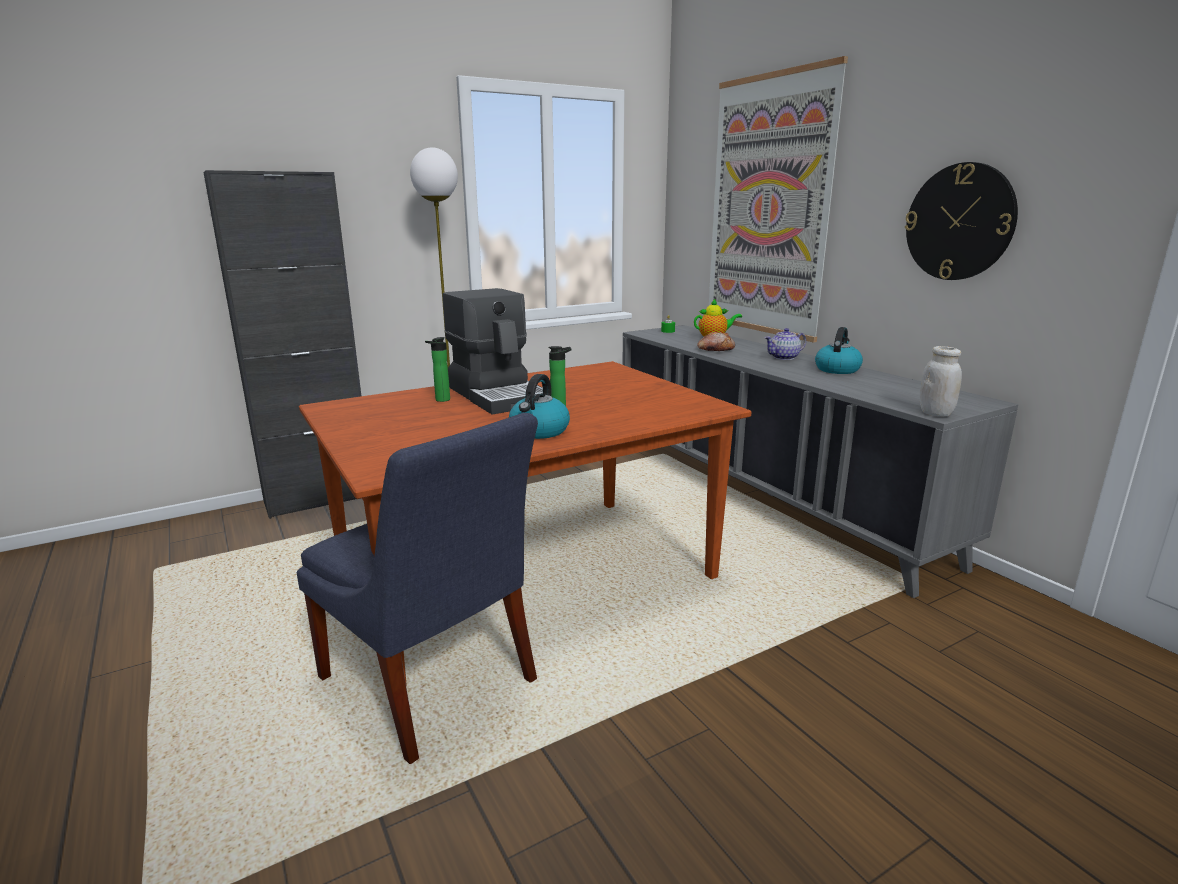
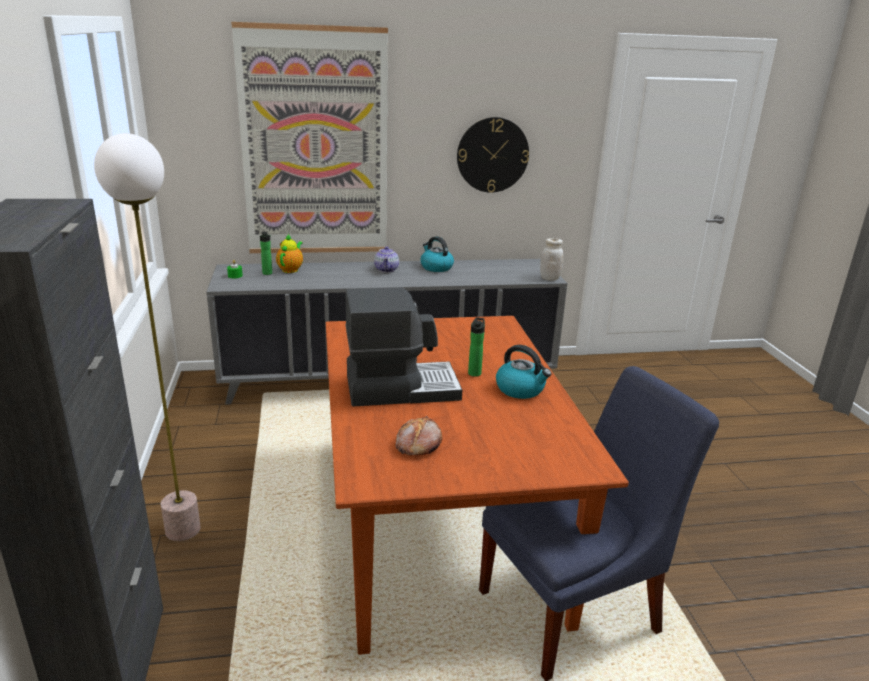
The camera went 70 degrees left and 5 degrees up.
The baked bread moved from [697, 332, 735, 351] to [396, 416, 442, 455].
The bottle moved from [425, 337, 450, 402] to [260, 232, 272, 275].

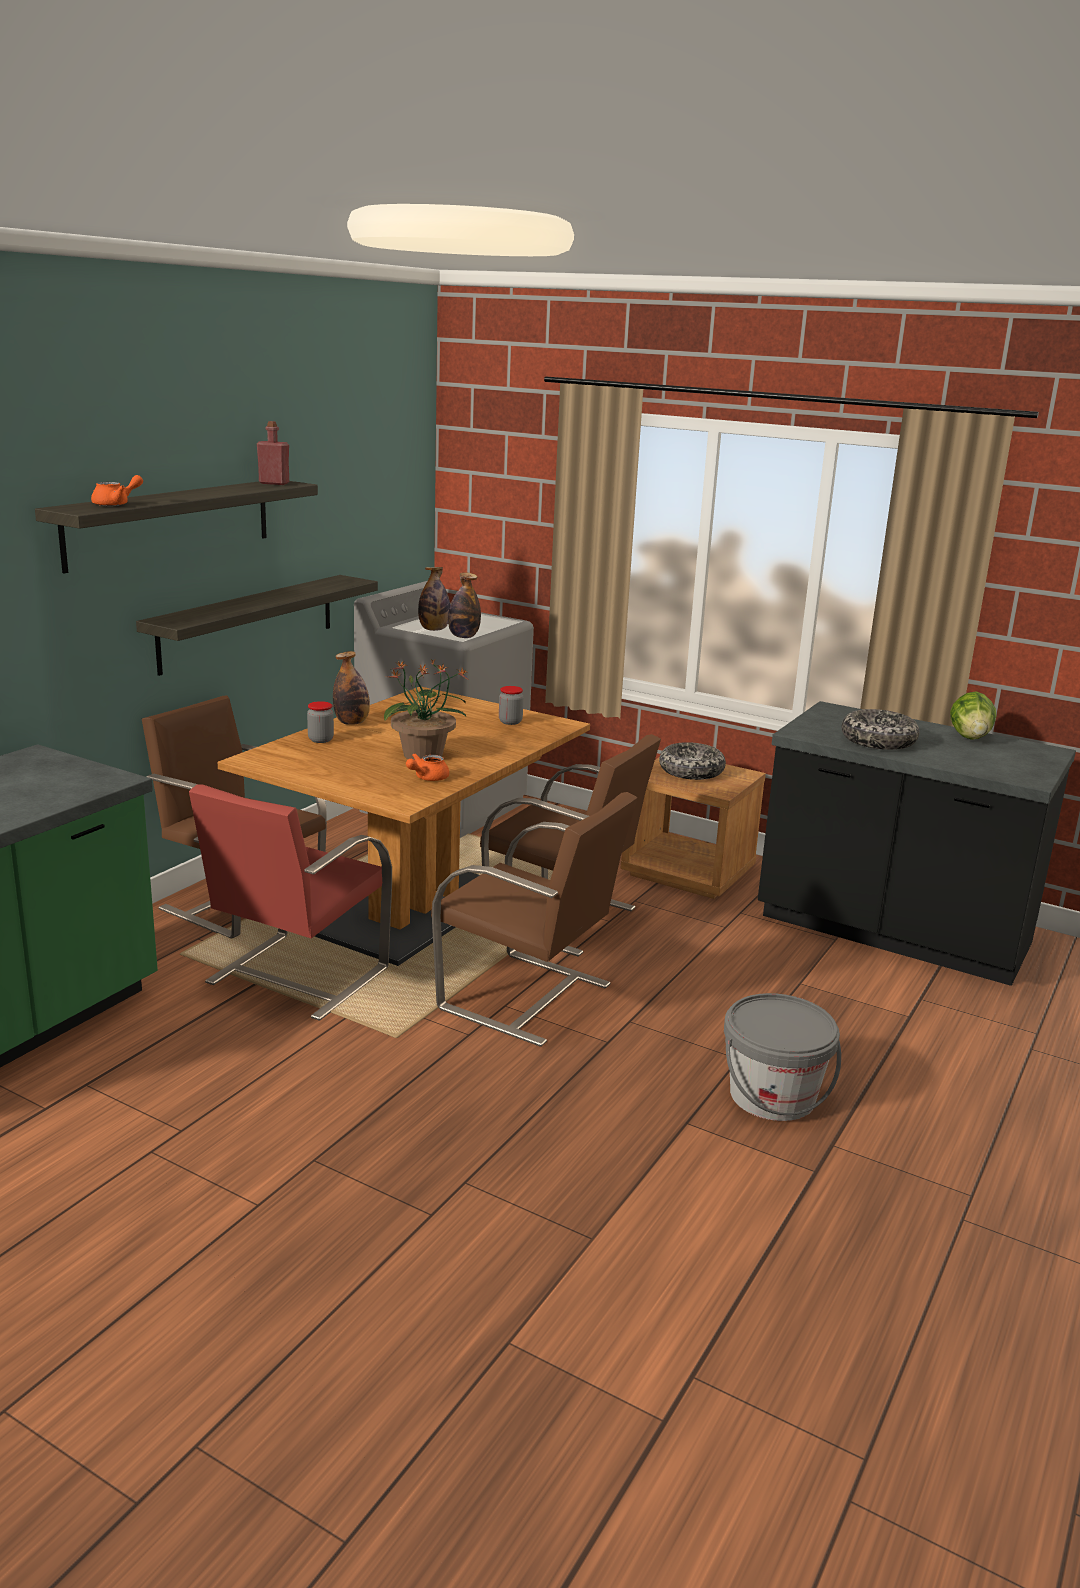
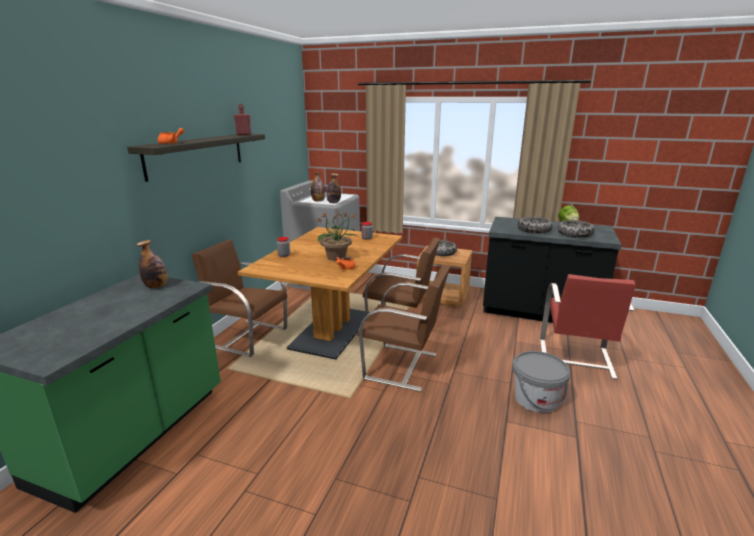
The camera went 10 degrees left and 0 degrees up.
The wall shelf at [136, 575, 378, 676] disappeared.
The bottle moved from [333, 651, 370, 725] to [136, 240, 167, 288].
The plain chair (reddish) moved from [189, 784, 392, 1021] to [540, 274, 636, 380].
The serving bowl at [557, 220, 595, 238] appeared.

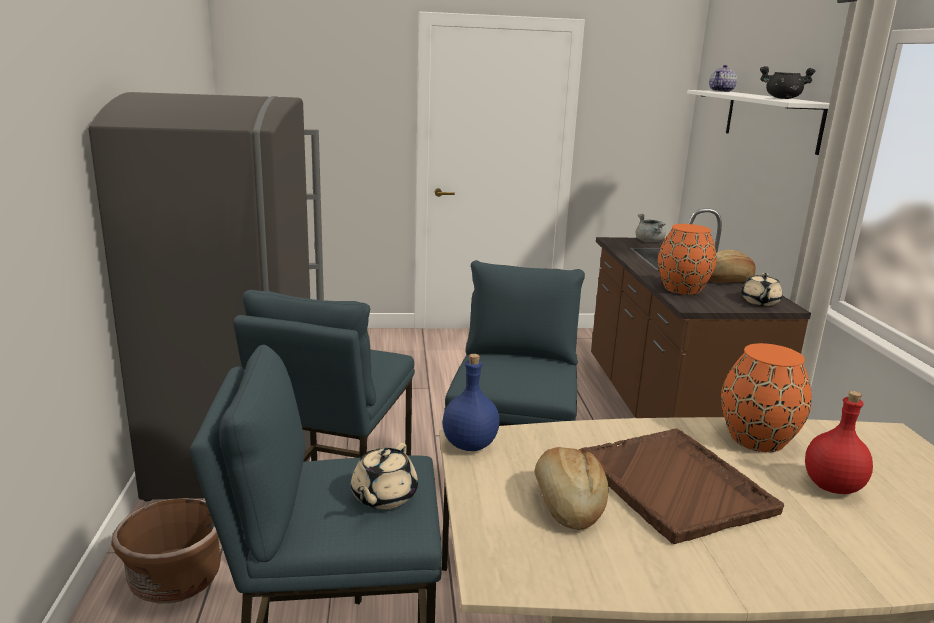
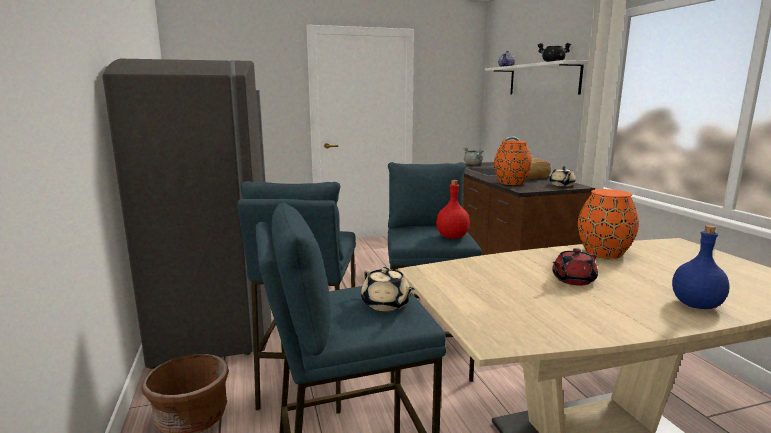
The camera went 10 degrees left and 5 degrees down.
The bottle (bluish) moved from [443, 354, 500, 451] to [672, 225, 730, 309].
The bottle (reddish) moved from [805, 391, 873, 494] to [436, 180, 470, 239].
The tray (brownish) at [579, 428, 784, 544] was replaced by the tea pot (reddish) at [552, 248, 598, 286].
The tea pot (beige) at [351, 443, 418, 509] turned 45 degrees counterclockwise.
The baked bread at [535, 447, 608, 530] disappeared.

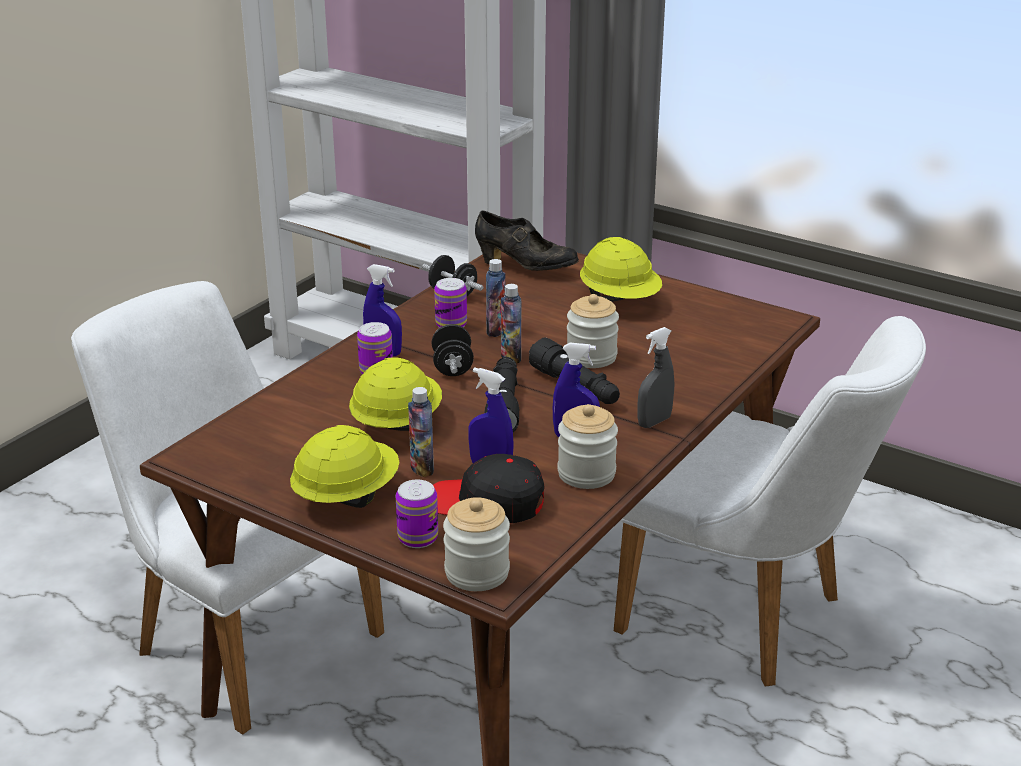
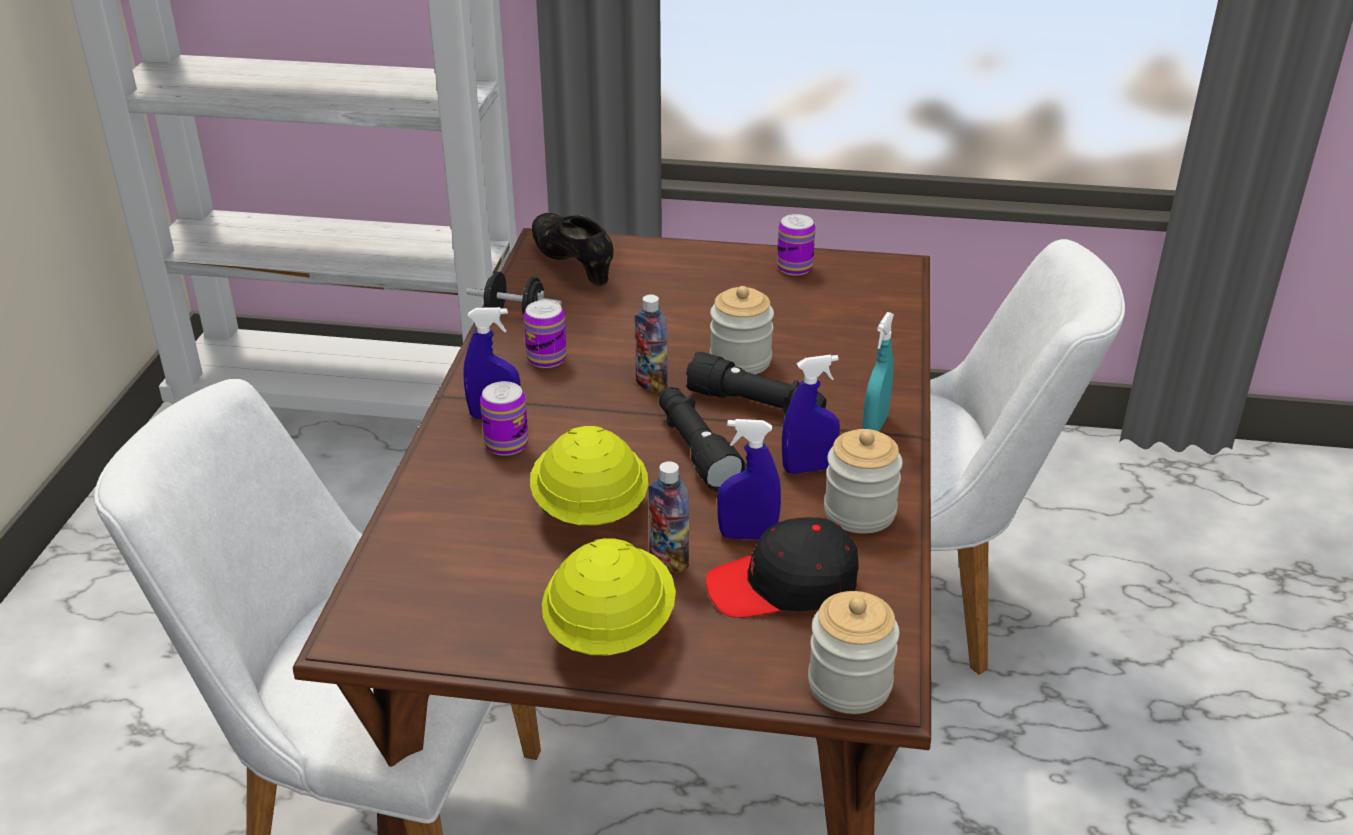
The camera went 25 degrees left and 5 degrees up.
The shoe (blackish) at [475, 211, 579, 271] turned 120 degrees counterclockwise.
The work helmet (yellow-coloured) at [580, 237, 662, 302] disappeared.
The bottle at [486, 259, 505, 337] disappeared.
The dumbbell (blackish) at [432, 324, 474, 376] disappeared.
The sprayer (gray) at [638, 327, 674, 428] became the sprayer (turquoise-coloured) at [863, 312, 894, 432].
The metal can moved from [396, 479, 438, 548] to [777, 214, 816, 275].

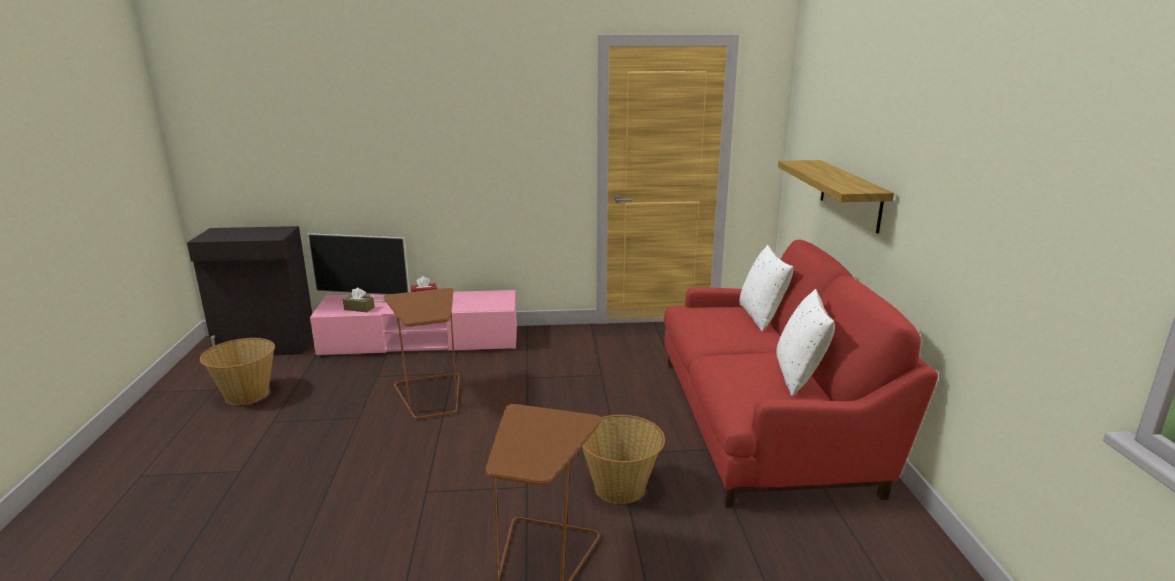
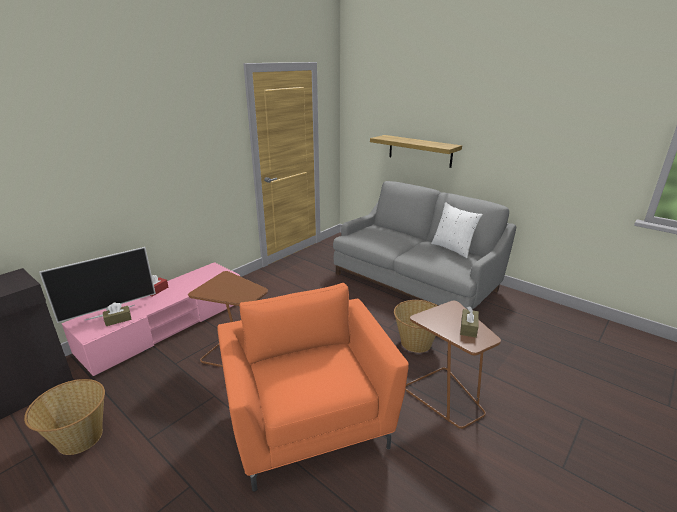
The camera went 45 degrees left and 5 degrees up.
The settee (reddish) at [664, 240, 938, 508] became the settee (gray) at [333, 181, 516, 310].
The pillow (whitish) at [739, 245, 793, 331] disappeared.
The armchair (orange) at [217, 283, 409, 492] appeared.
The tissue holder (brownish) at [460, 307, 479, 338] appeared.

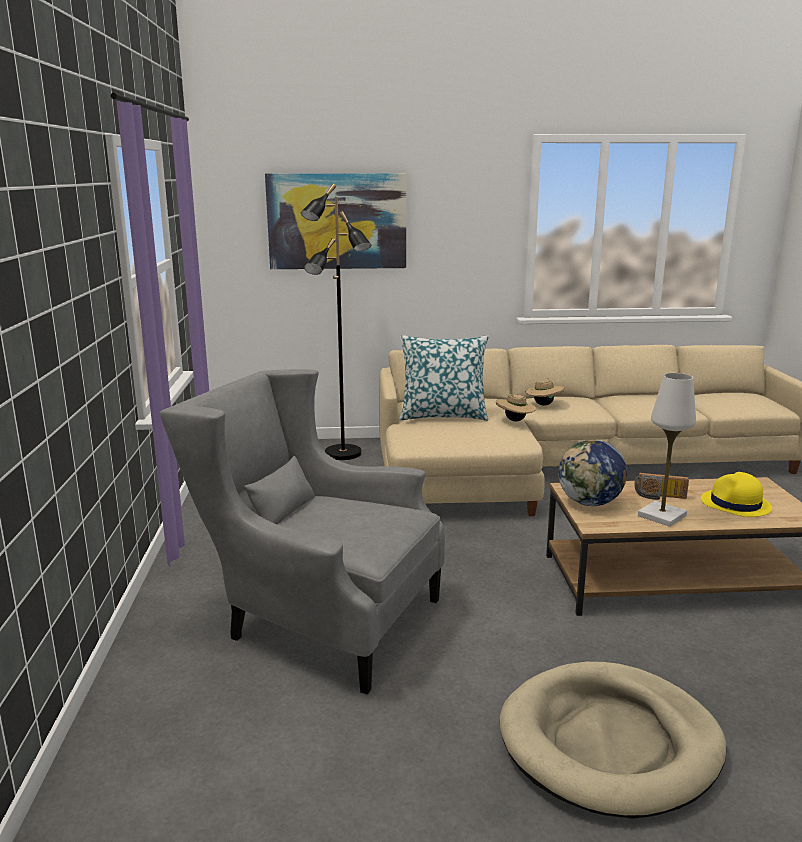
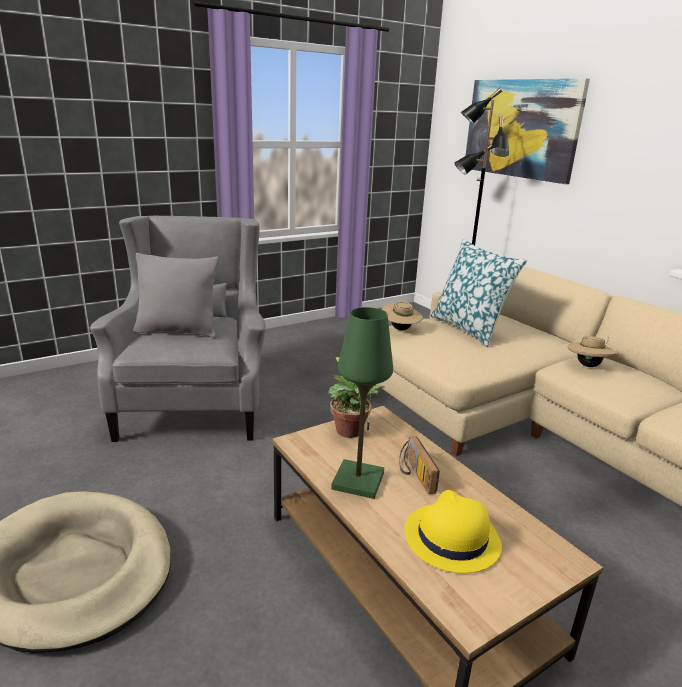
The camera went 60 degrees right and 5 degrees up.
The lamp for a table (whitish) at [638, 373, 696, 527] became the lamp for a table (green) at [331, 307, 393, 499].
The clothing hat (beige) moved from [496, 394, 536, 421] to [381, 301, 423, 330].
The desk globe at [558, 440, 627, 506] was replaced by the potted plant at [328, 357, 385, 438].
The pillow (gray) at [133, 253, 219, 338] appeared.

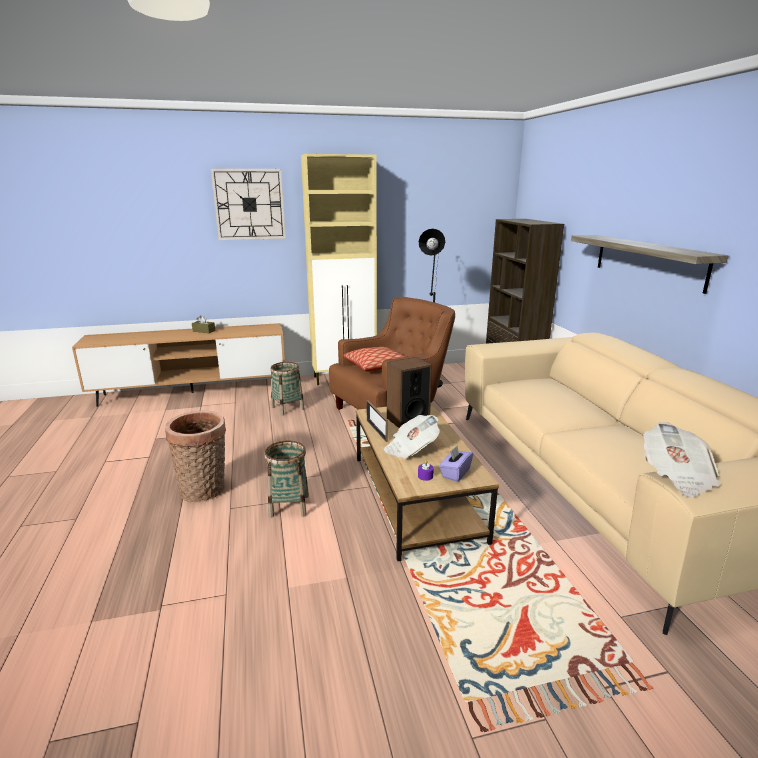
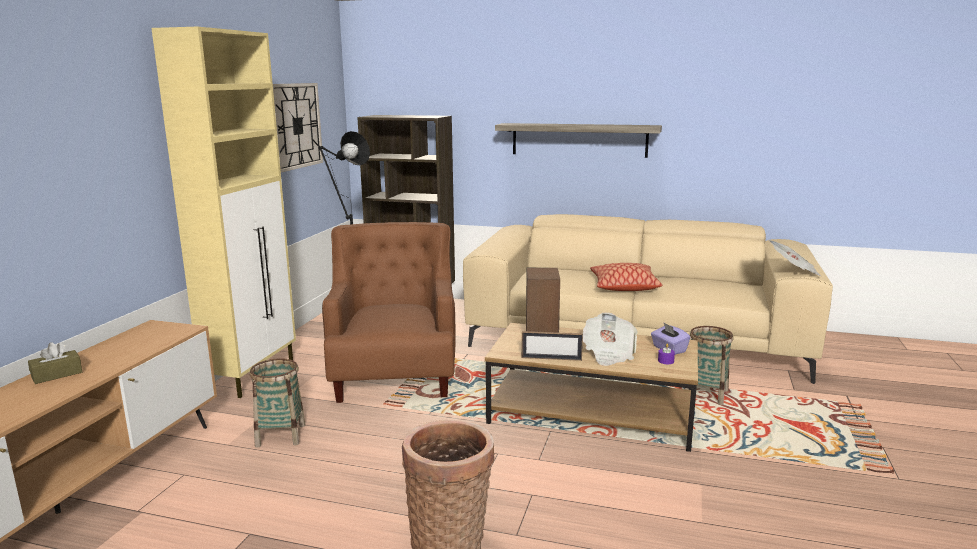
The camera went 60 degrees left and 5 degrees down.
The wall clock moved from [211, 169, 286, 240] to [273, 83, 323, 172].
The pillow moved from [344, 347, 405, 372] to [590, 263, 662, 291].
The storage basket moved from [264, 441, 309, 518] to [685, 326, 733, 405].

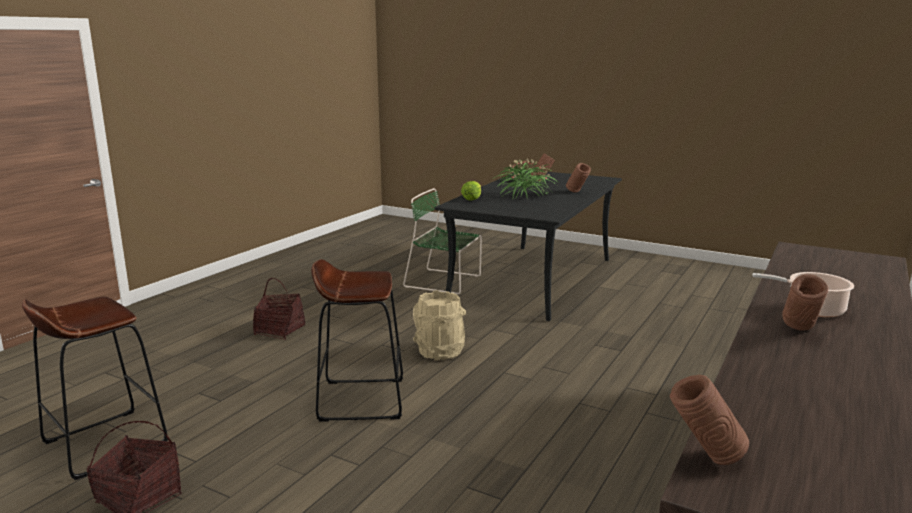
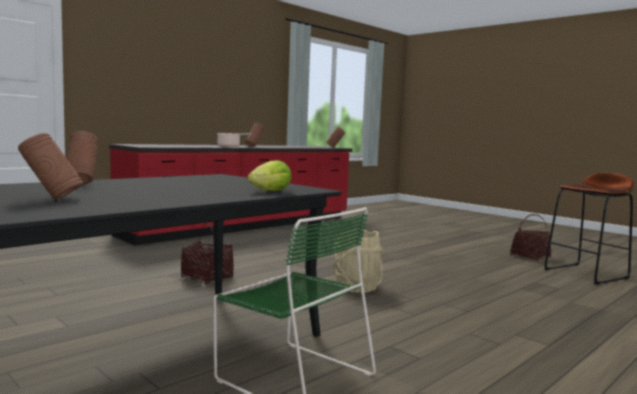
The camera went 165 degrees left and 10 degrees down.
The potted plant at [494, 158, 559, 200] disappeared.
The stool seat (brownish) at [311, 259, 403, 421] disappeared.
The storage basket moved from [253, 278, 305, 340] to [181, 223, 234, 285].

